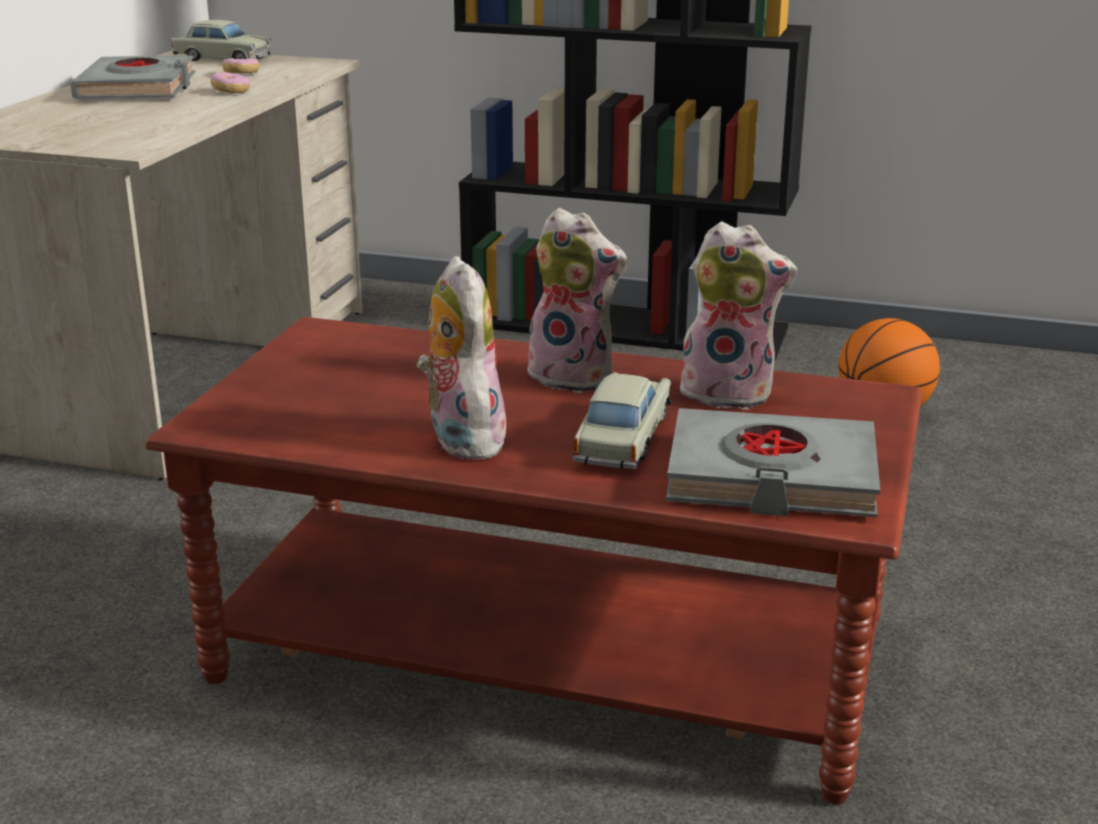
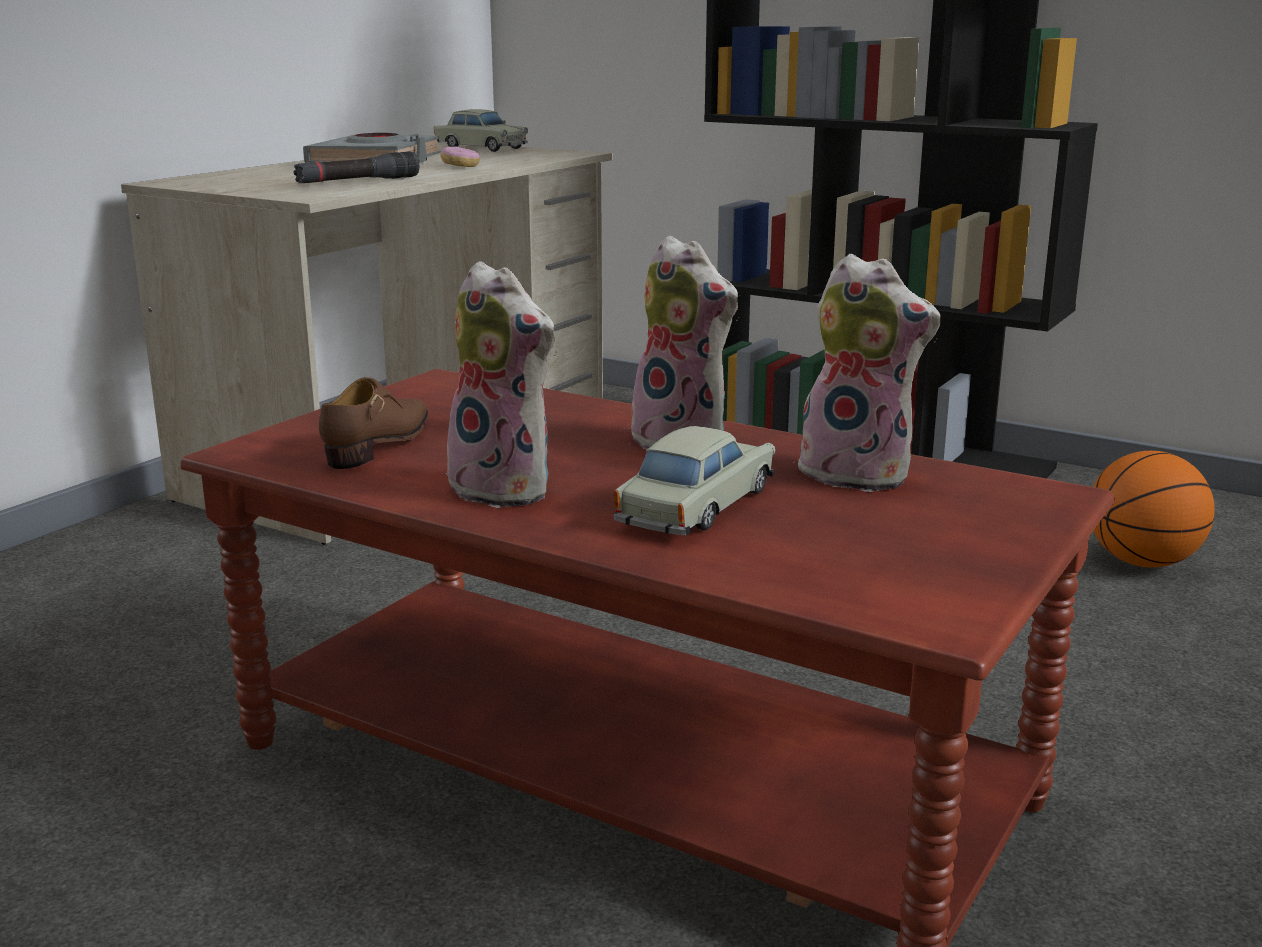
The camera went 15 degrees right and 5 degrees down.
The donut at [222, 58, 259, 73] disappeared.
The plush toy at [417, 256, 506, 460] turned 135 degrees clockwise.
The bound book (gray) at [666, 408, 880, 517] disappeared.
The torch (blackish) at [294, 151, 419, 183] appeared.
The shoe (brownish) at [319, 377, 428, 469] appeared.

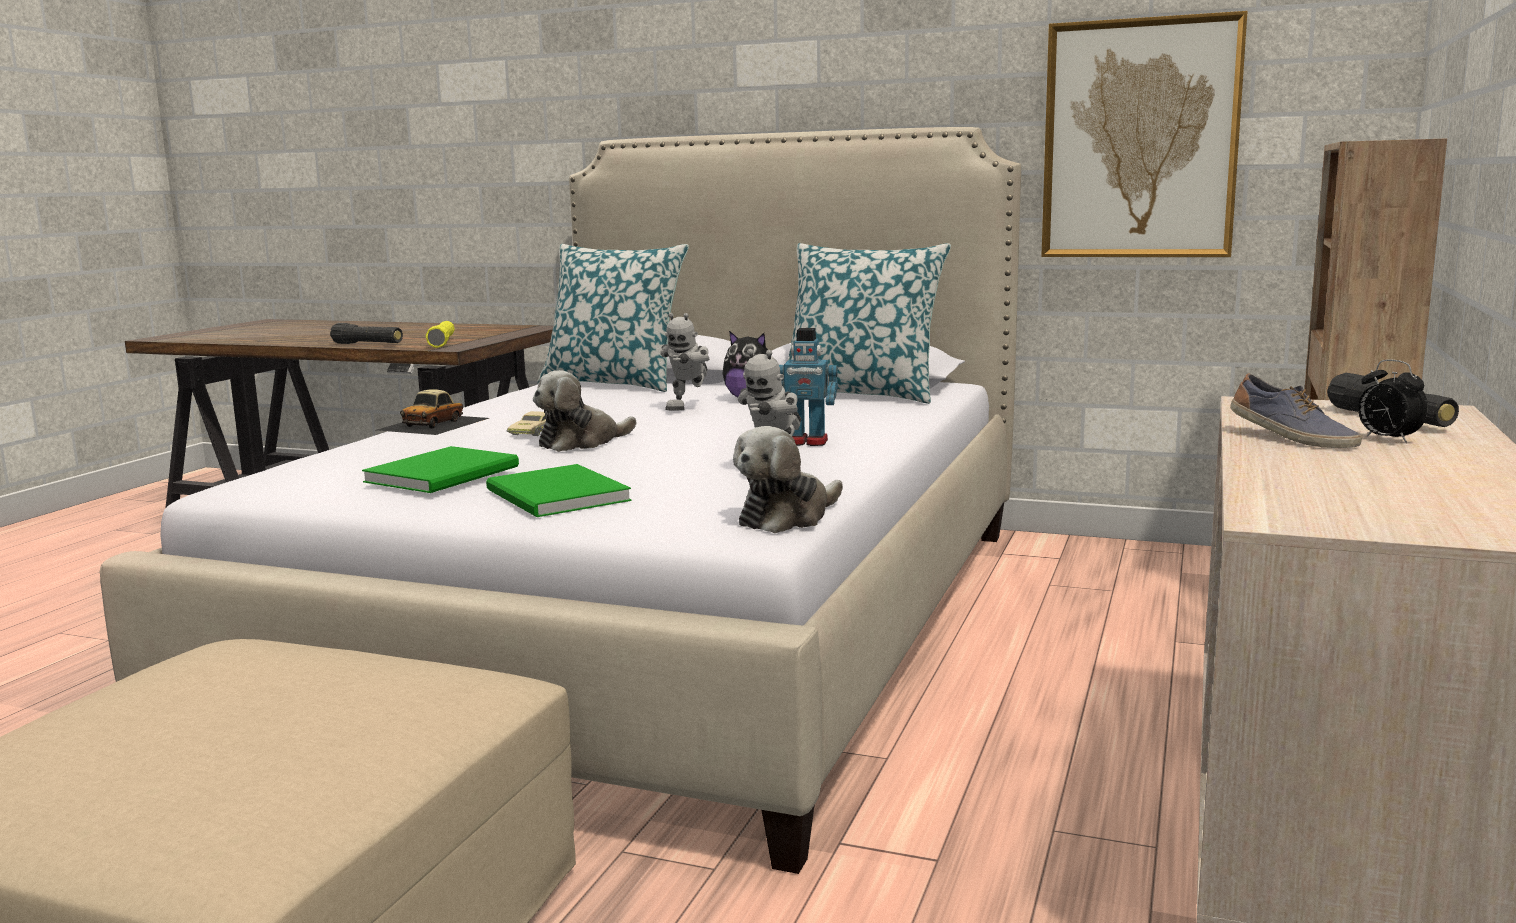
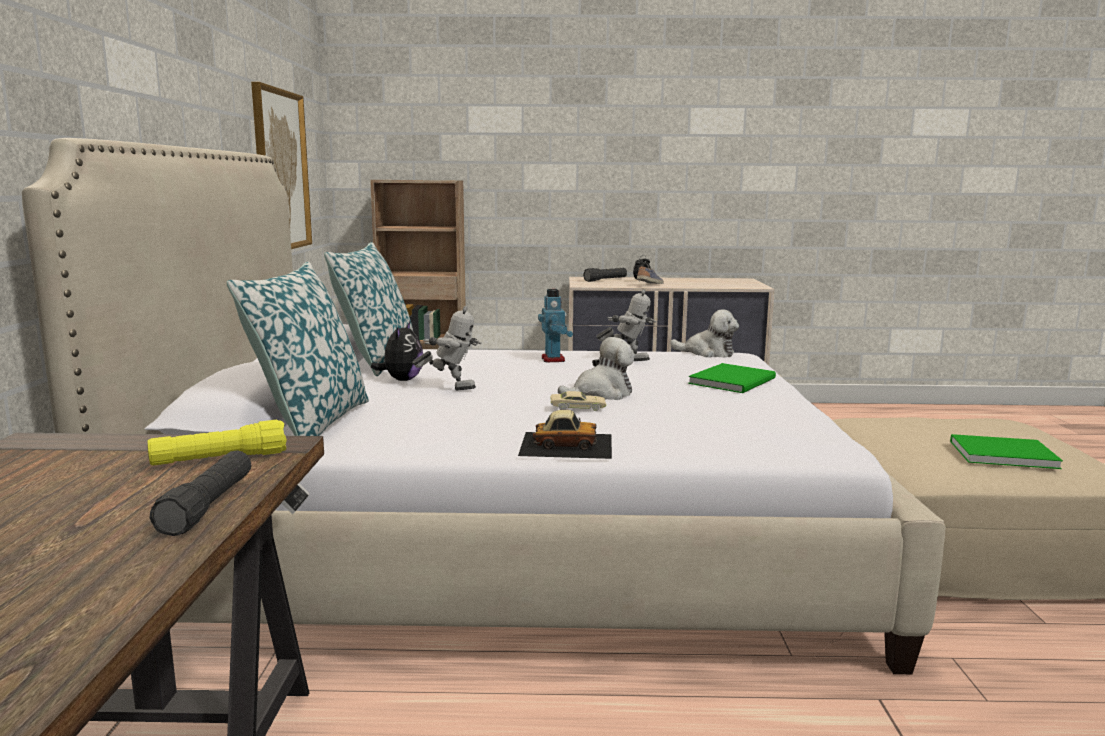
The camera went 110 degrees left and 0 degrees up.
The plush toy at [533, 370, 636, 452] turned 60 degrees counterclockwise.
The bound book (green) moved from [362, 446, 519, 493] to [950, 434, 1063, 469].

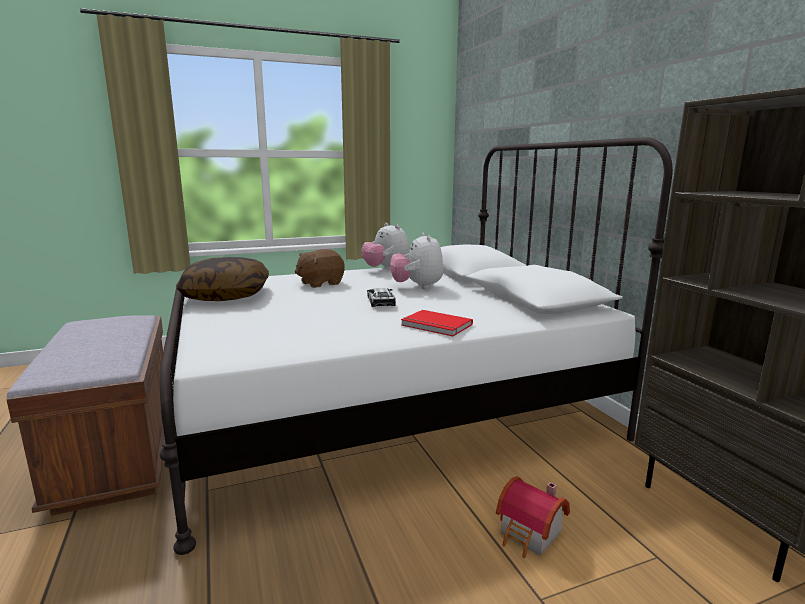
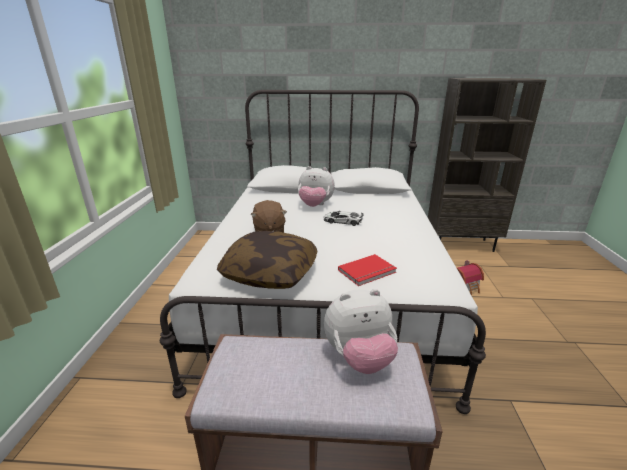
The camera went 65 degrees left and 10 degrees up.
The plush toy moved from [362, 223, 410, 269] to [324, 289, 398, 374].
The bound book (reddish) moved from [401, 310, 473, 336] to [338, 254, 397, 286].

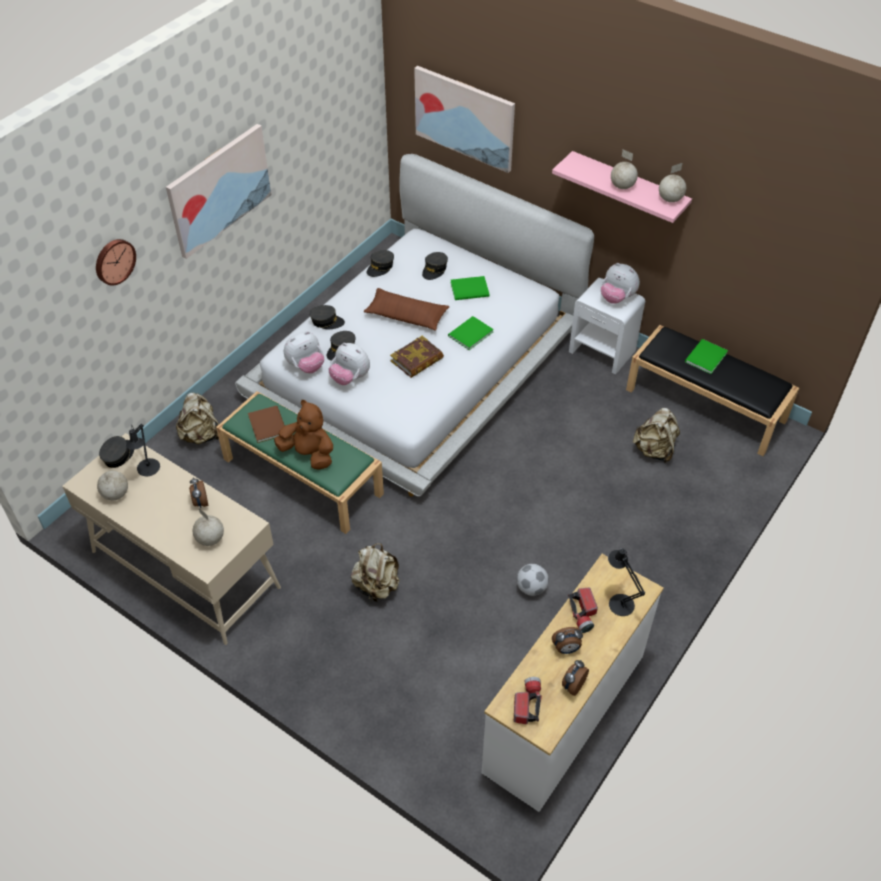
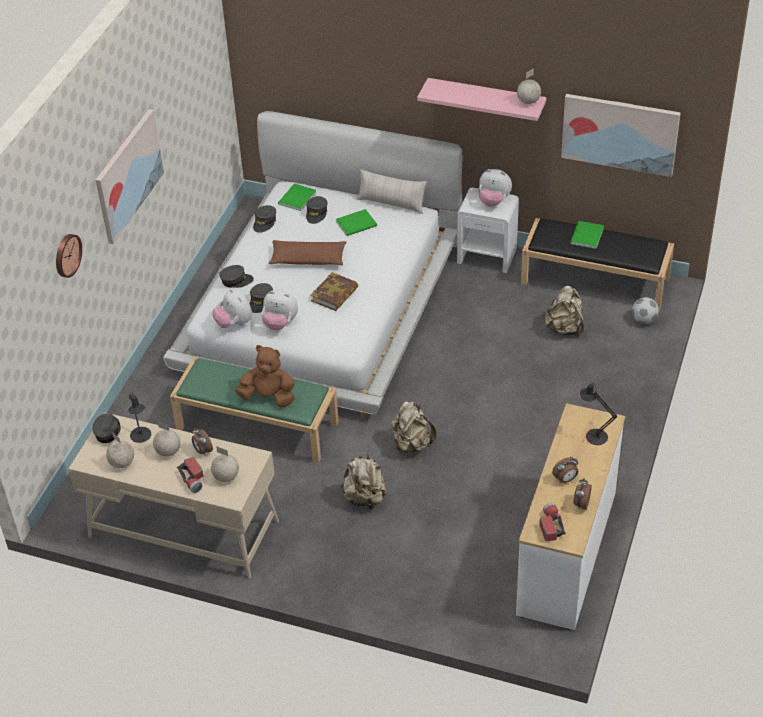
The camera went 15 degrees left and 5 degrees down.
The wall art moved from [414, 66, 515, 173] to [561, 94, 681, 177].
The desk globe moved from [611, 149, 638, 189] to [153, 421, 181, 457].
The bound book (green) moved from [448, 316, 494, 350] to [278, 183, 317, 211].
The plush toy at [284, 331, 324, 373] turned 105 degrees clockwise.
The backpack (beige) moved from [176, 392, 219, 445] to [391, 401, 436, 453].
The bound book (brownish) at [248, 406, 285, 443] disappeared.
The football moved from [517, 564, 549, 596] to [632, 297, 659, 324].
The torch moved from [568, 588, 598, 633] to [177, 457, 204, 493].
The pillow (beige) at [357, 170, 427, 214] appeared.

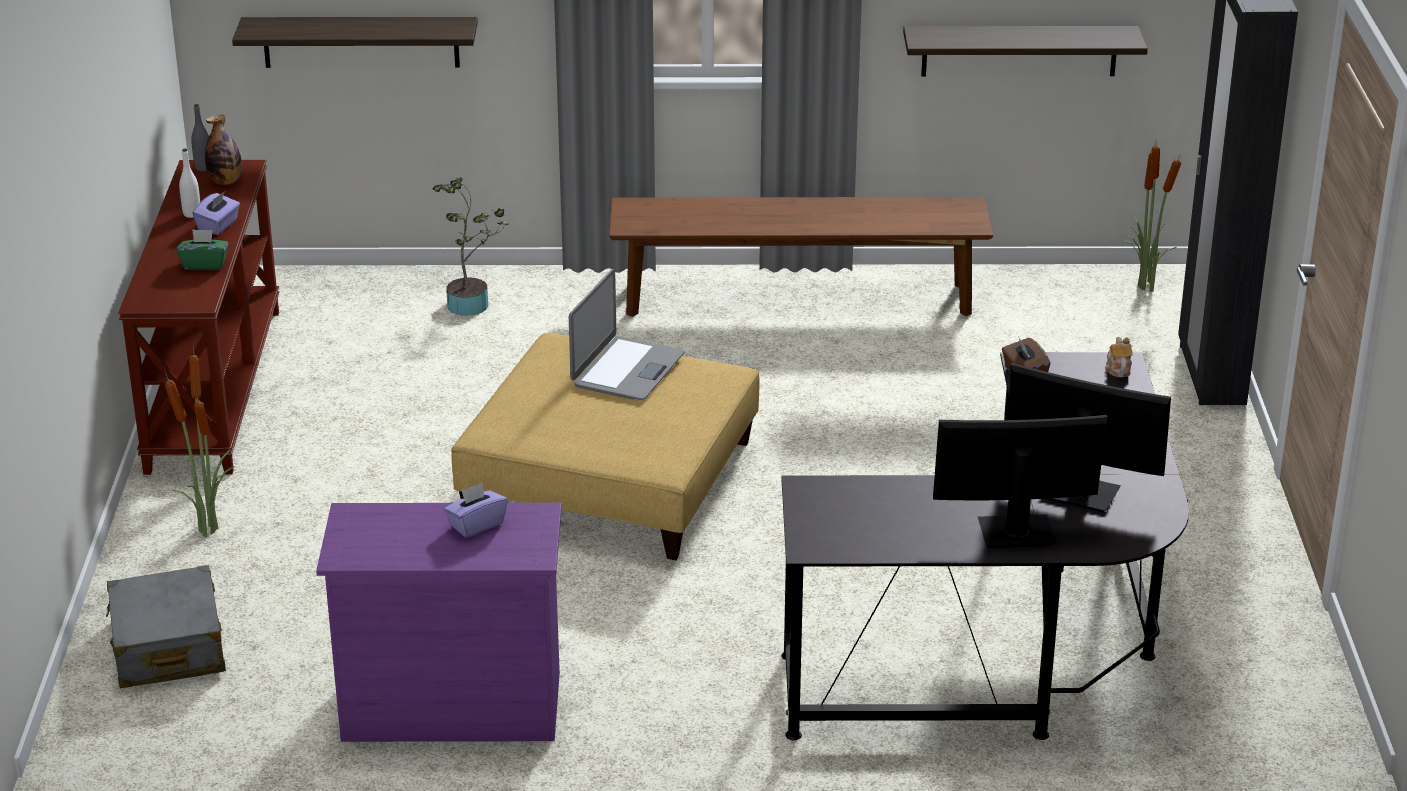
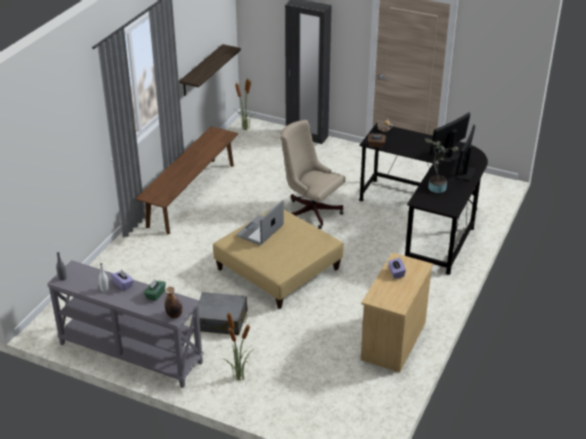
The camera went 65 degrees left and 5 degrees up.
The wall shelf at [232, 17, 478, 68] disappeared.
The bottle moved from [205, 115, 242, 185] to [165, 287, 183, 318].
The hall table (brownish) at [118, 160, 279, 475] became the hall table (gray) at [47, 260, 203, 388].
The potted plant moved from [433, 177, 509, 316] to [425, 138, 459, 193].
The notebook computer at [569, 269, 685, 400] turned 105 degrees counterclockwise.
The dresser (purple) at [316, 503, 562, 742] became the dresser (beige) at [361, 252, 433, 373].
The piece of luggage (gray) moved from [106, 565, 226, 688] to [198, 292, 248, 335].
The desk chair (beige) at [280, 120, 346, 229] appeared.

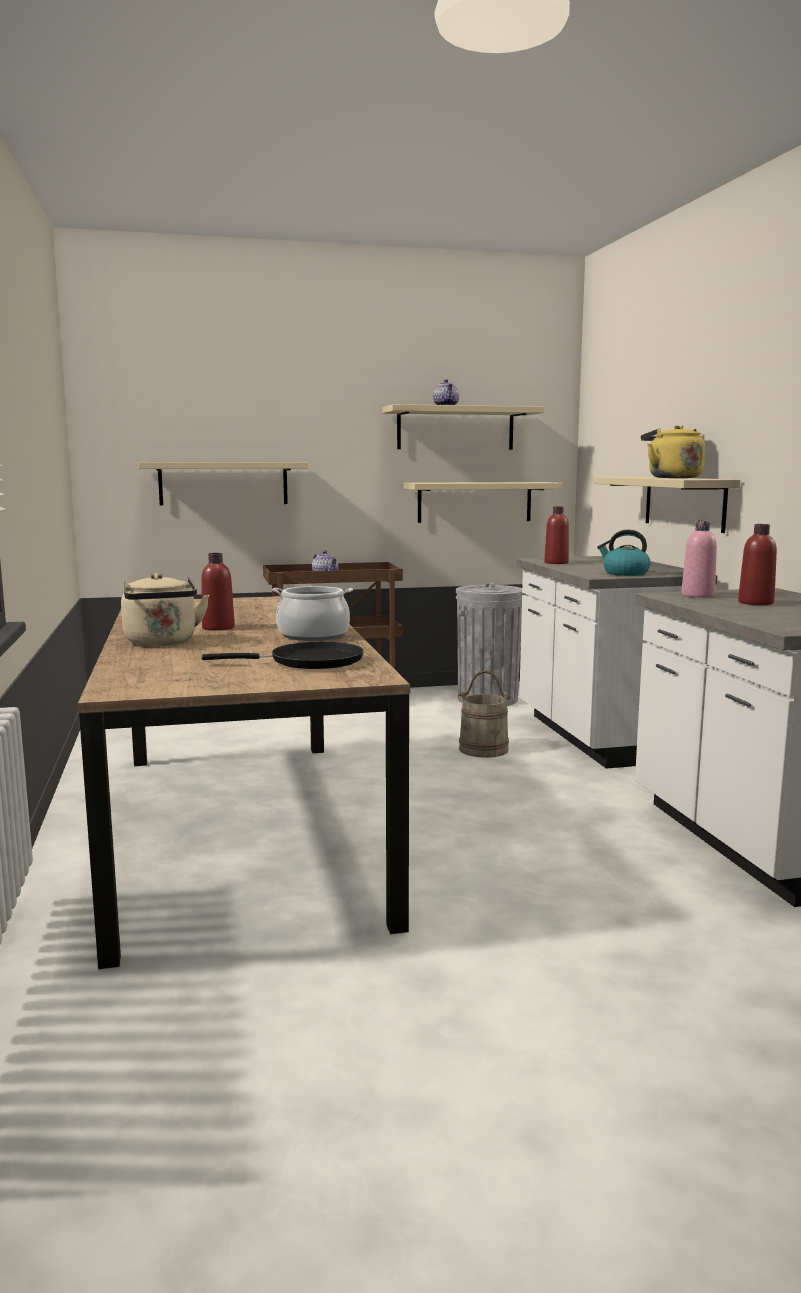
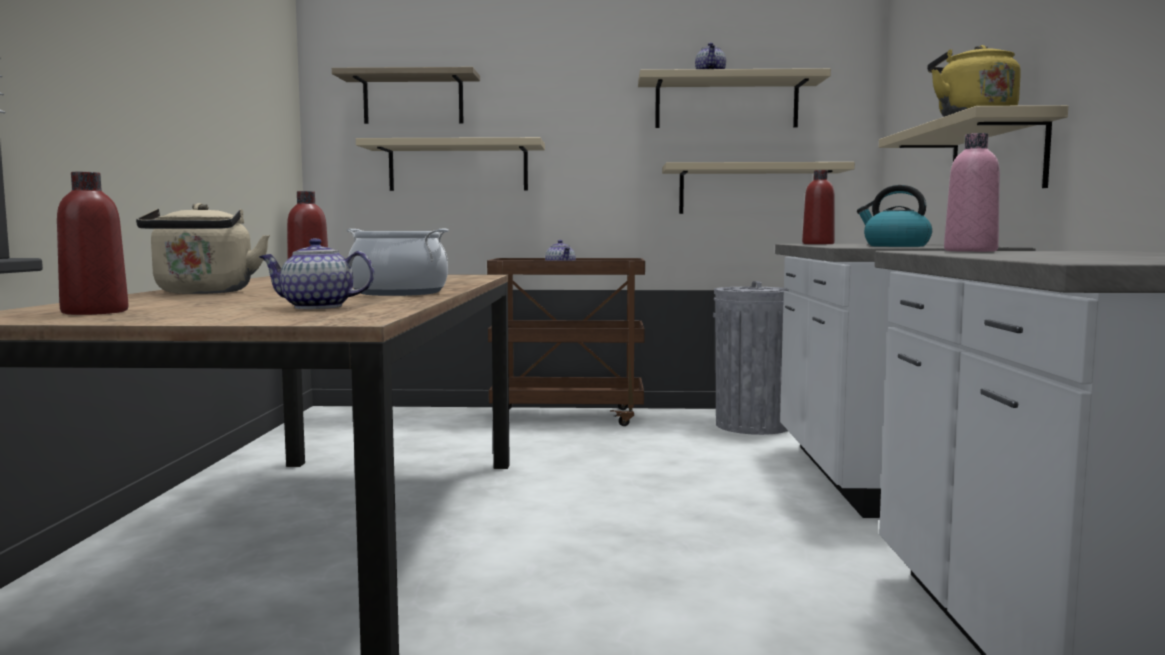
The camera went 15 degrees right and 5 degrees down.
The bottle (reddish) moved from [738, 524, 777, 605] to [57, 172, 129, 315].
The skillet (blackish) at [202, 642, 364, 669] was replaced by the tea pot at [259, 238, 374, 309].
The bucket (beige) at [459, 670, 511, 758] disappeared.
The wall shelf at [332, 67, 480, 124] appeared.

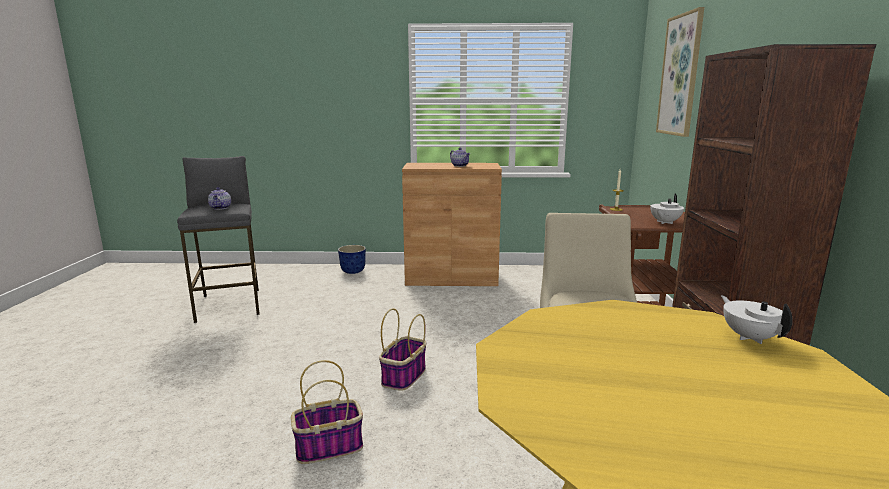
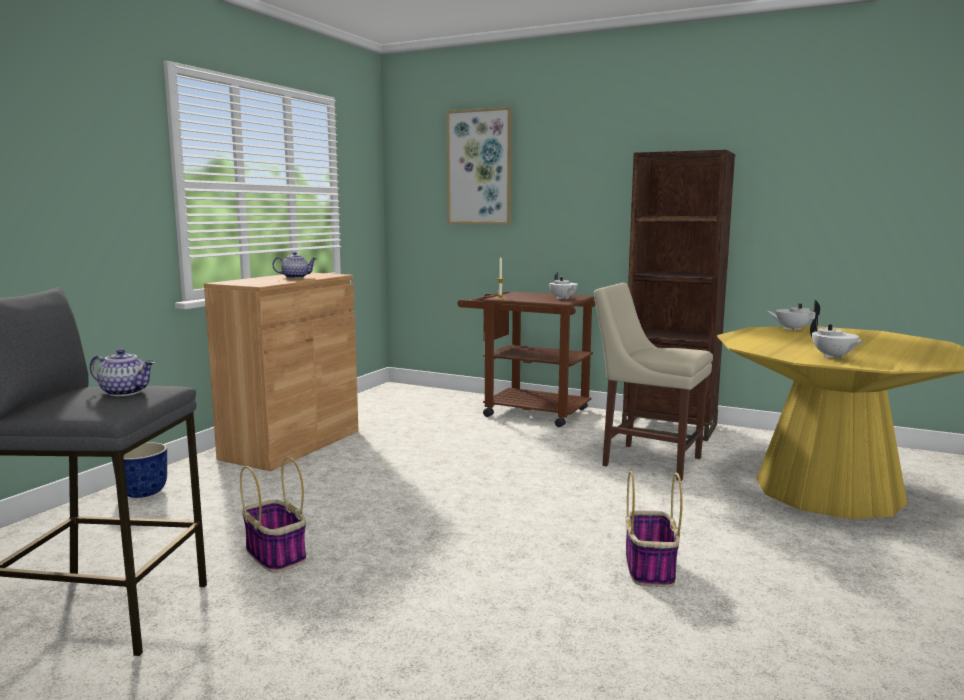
The camera went 65 degrees left and 5 degrees down.
The storage basket moved from [379, 308, 426, 391] to [240, 457, 306, 573].
The tea pot (whitish) at [810, 317, 865, 359] appeared.

